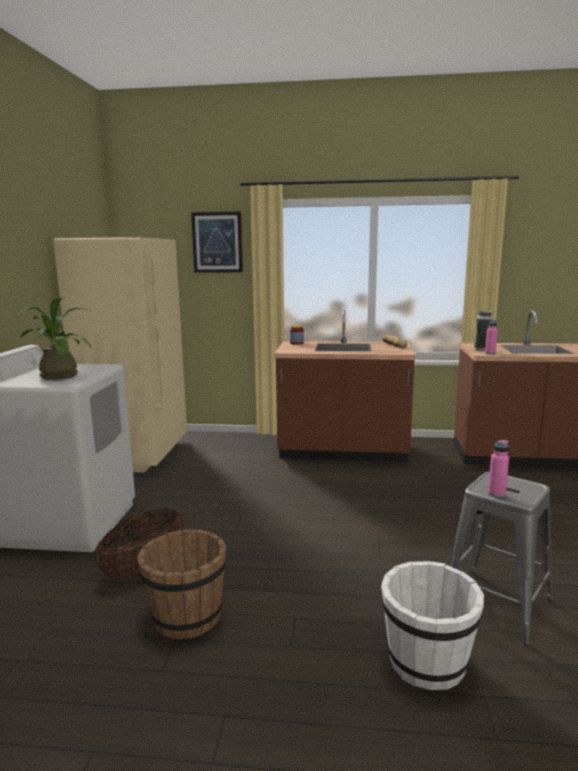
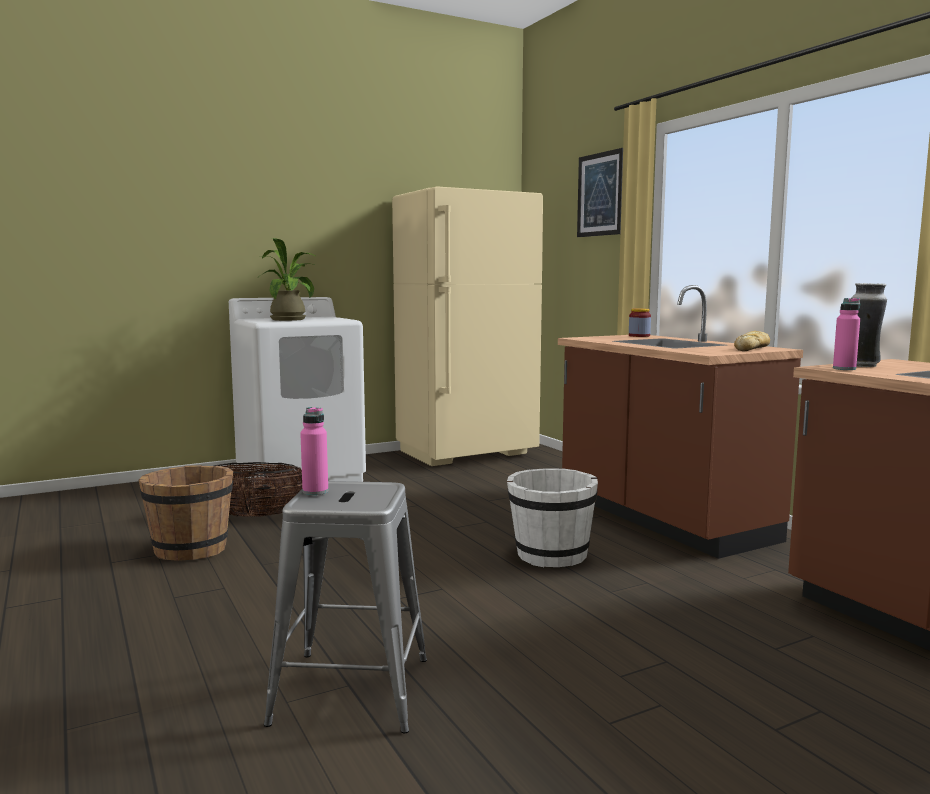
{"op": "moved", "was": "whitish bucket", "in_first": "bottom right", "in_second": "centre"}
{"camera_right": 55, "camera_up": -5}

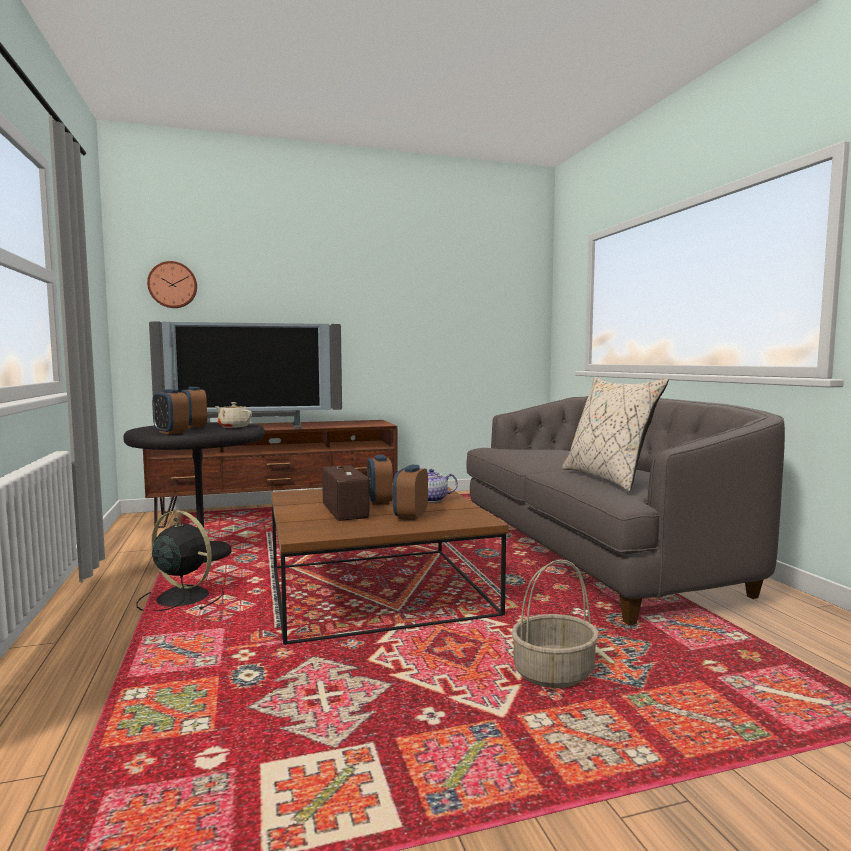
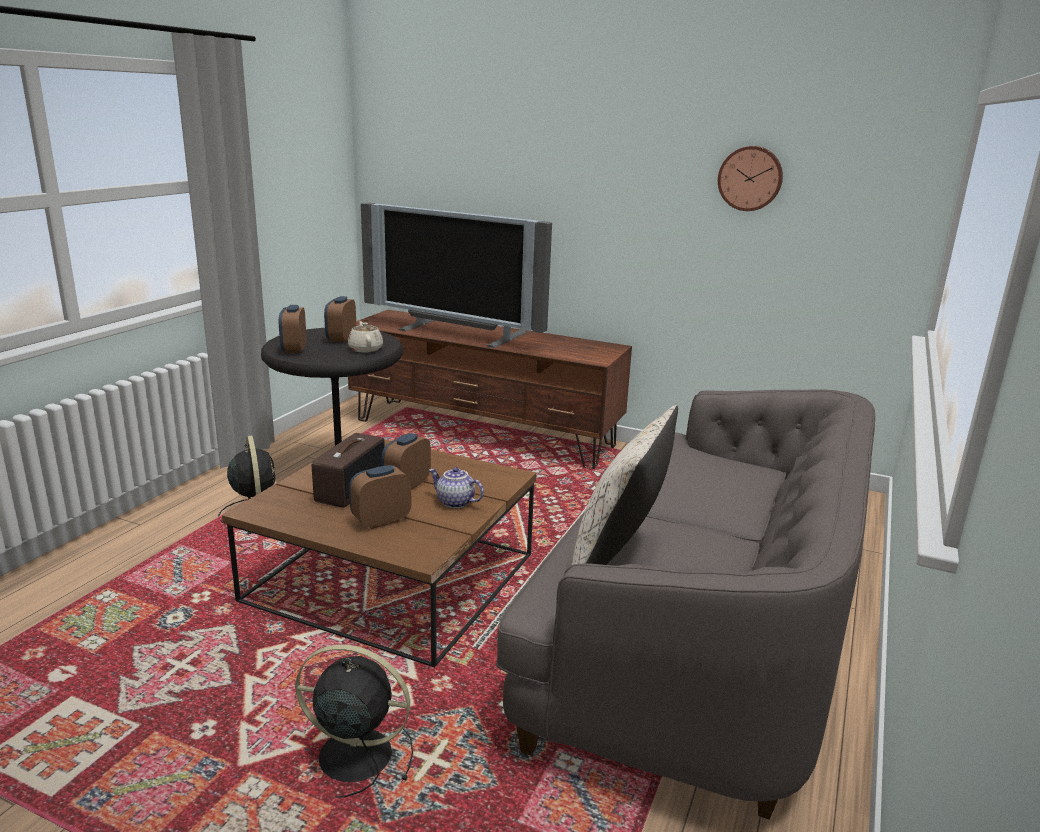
{"op": "replaced", "was": "household basket", "now": "black electric fan (2nd from left)", "in_first": "bottom centre", "in_second": "bottom centre"}
{"op": "moved", "was": "clock on the wall", "in_first": "middle left", "in_second": "top right"}
{"camera_right": 40, "camera_up": 15}

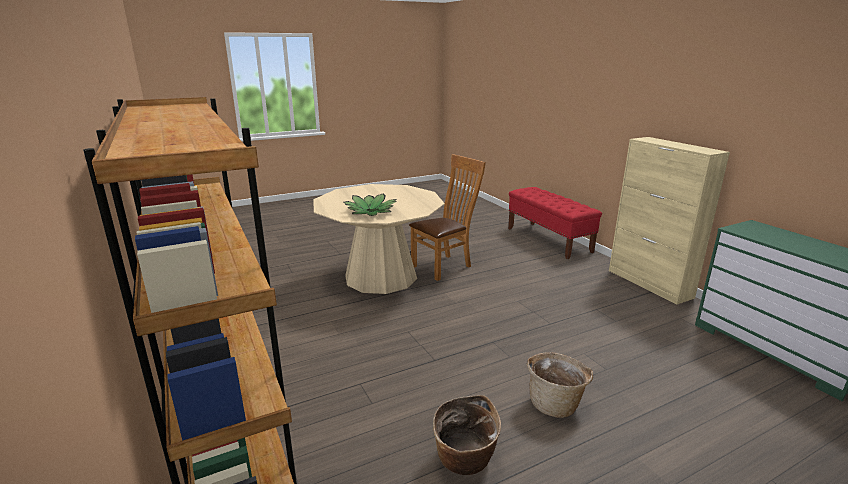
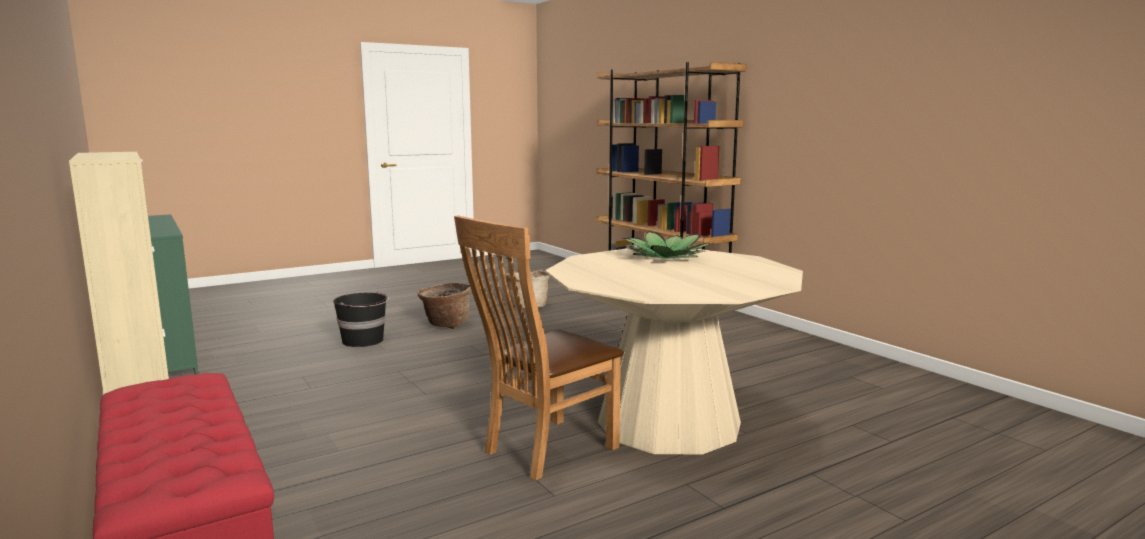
{"op": "added", "now": "black bucket", "in_second": "middle left"}
{"camera_right": 175, "camera_up": -10}

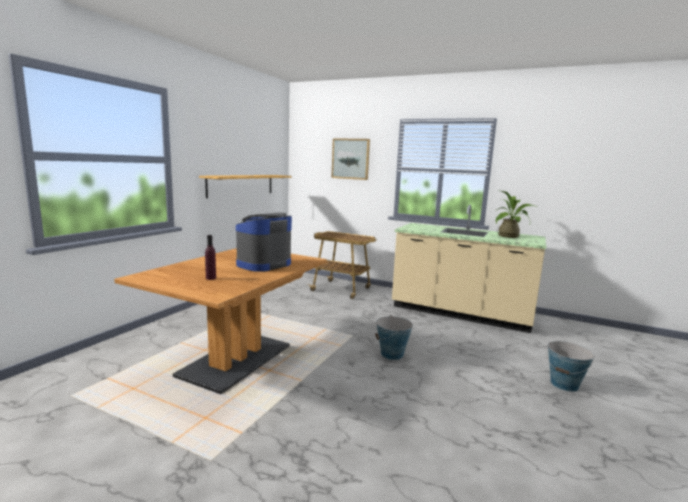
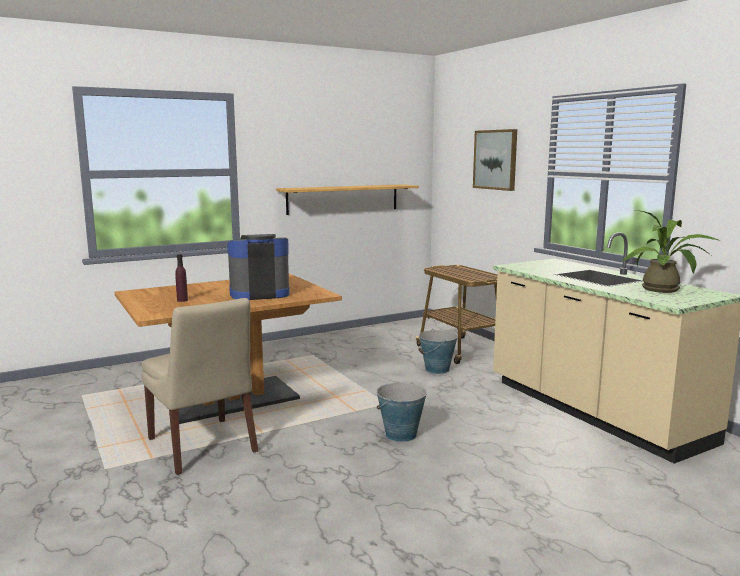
{"op": "added", "now": "sand-coloured chair", "in_second": "bottom left"}
{"op": "moved", "was": "bucket (2nd from left)", "in_first": "bottom right", "in_second": "centre"}
{"camera_right": 35, "camera_up": 0}

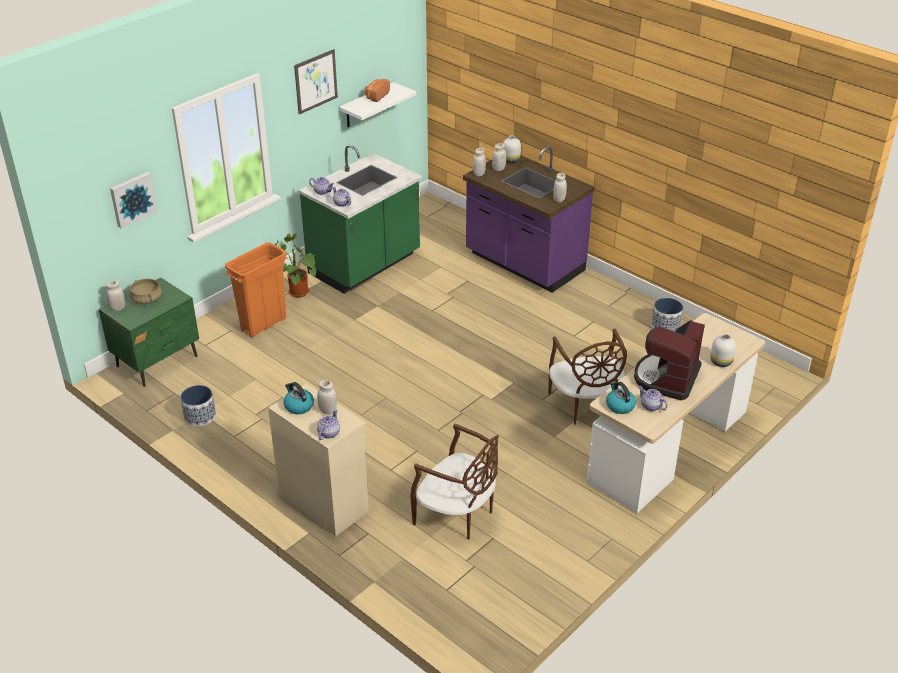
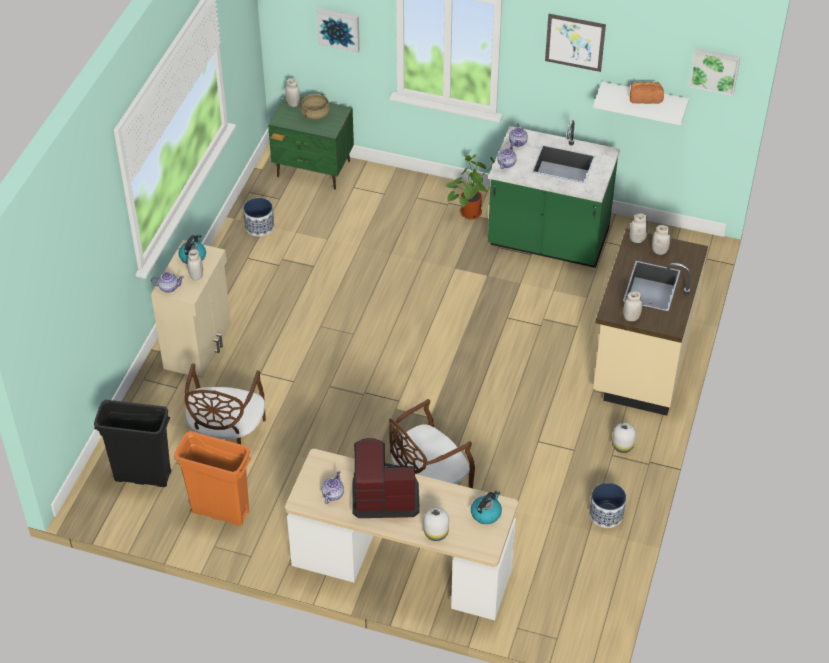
{"op": "added", "now": "black rubbish bin", "in_second": "bottom left"}
{"op": "moved", "was": "orange rubbish bin", "in_first": "middle left", "in_second": "bottom left"}
{"op": "moved", "was": "kettle (2nd from left)", "in_first": "middle right", "in_second": "bottom centre"}
{"op": "recoloured", "was": "purple kitchen counter", "now": "sand-coloured kitchen counter", "in_first": "top centre", "in_second": "middle right"}
{"op": "moved", "was": "whitish flower vase (1st from left in the first image)", "now": "whitish flower vase (2nd from left)", "in_first": "top centre", "in_second": "middle right"}
{"op": "added", "now": "picture (3rd from left)", "in_second": "top right"}
{"camera_right": 65, "camera_up": 10}

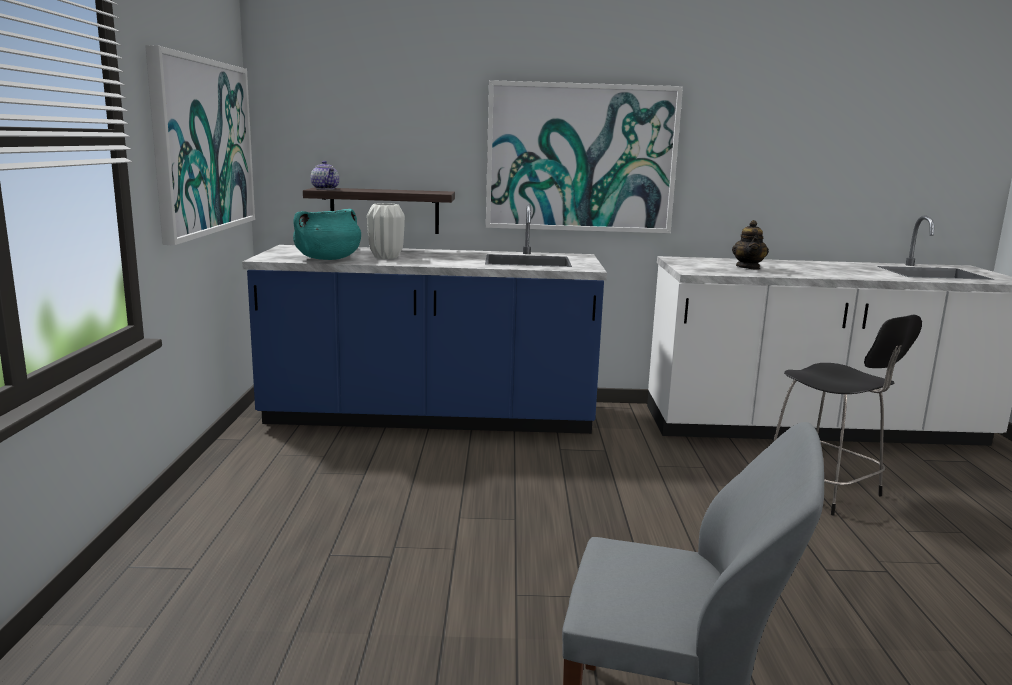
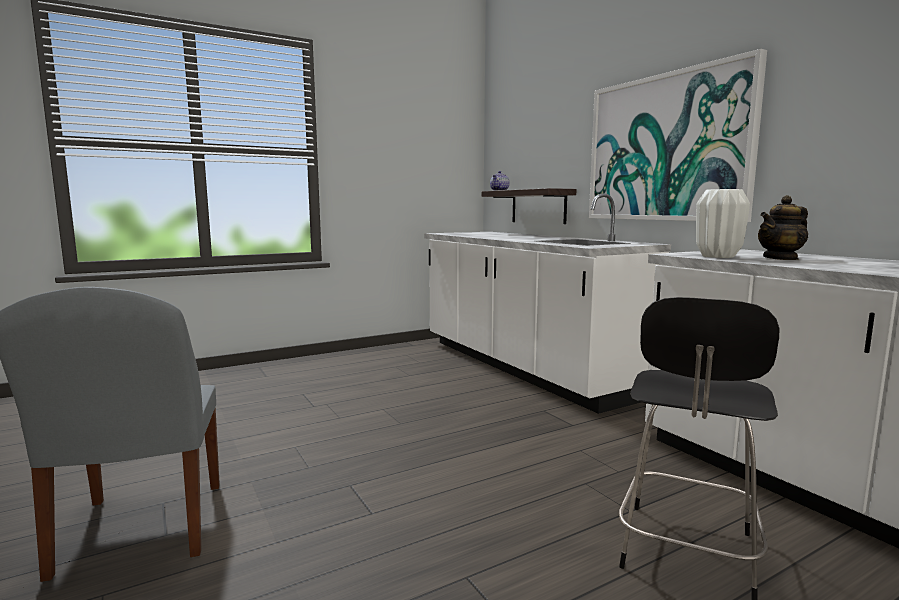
{"op": "recoloured", "was": "blue kitchen counter", "now": "whitish kitchen counter (1st from left)", "in_first": "centre", "in_second": "centre"}
{"op": "moved", "was": "whitish flower vase", "in_first": "centre", "in_second": "middle right"}
{"op": "removed", "was": "picture (1st from left)", "in_first": "top left"}
{"op": "removed", "was": "turquoise saucepot", "in_first": "middle left"}
{"camera_right": 60, "camera_up": -5}

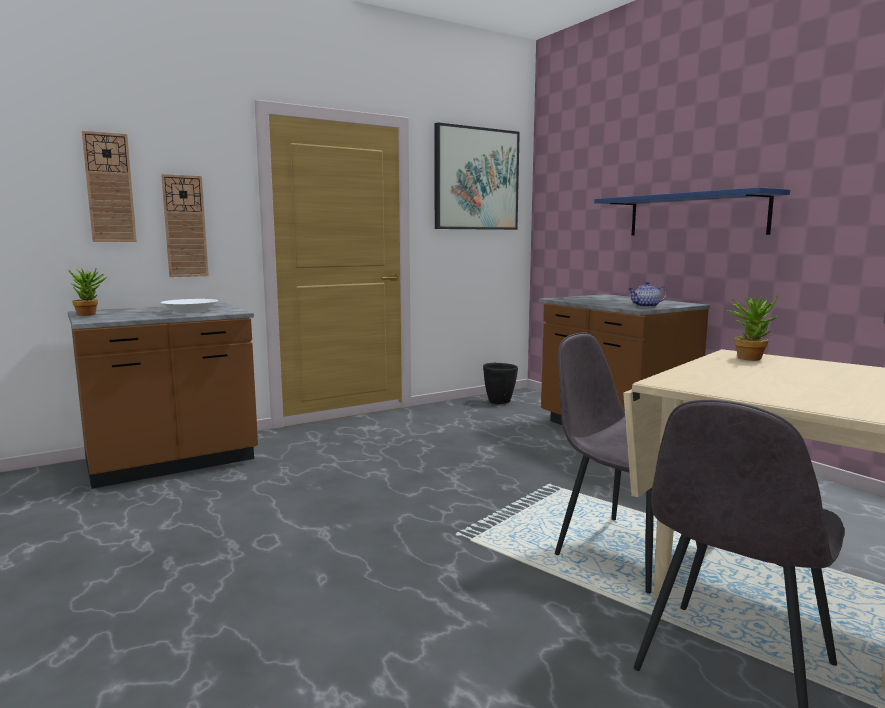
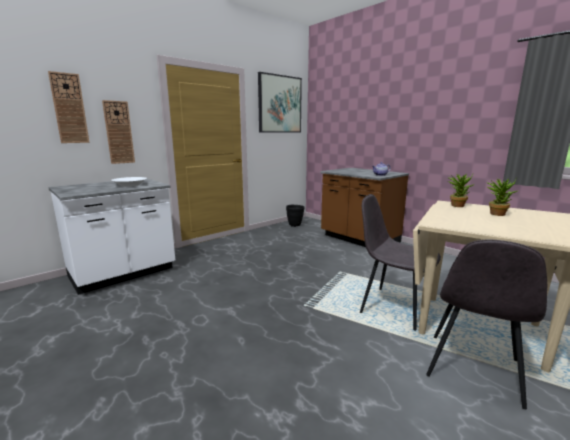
{"op": "recoloured", "was": "brownish kitchen counter (1st from left)", "now": "whitish kitchen counter", "in_first": "middle left", "in_second": "middle left"}
{"op": "moved", "was": "potted plant (1st from left in the first image)", "now": "potted plant (2nd from left)", "in_first": "middle left", "in_second": "middle right"}
{"op": "removed", "was": "blue wall shelf", "in_first": "top right"}
{"camera_right": -10, "camera_up": 5}

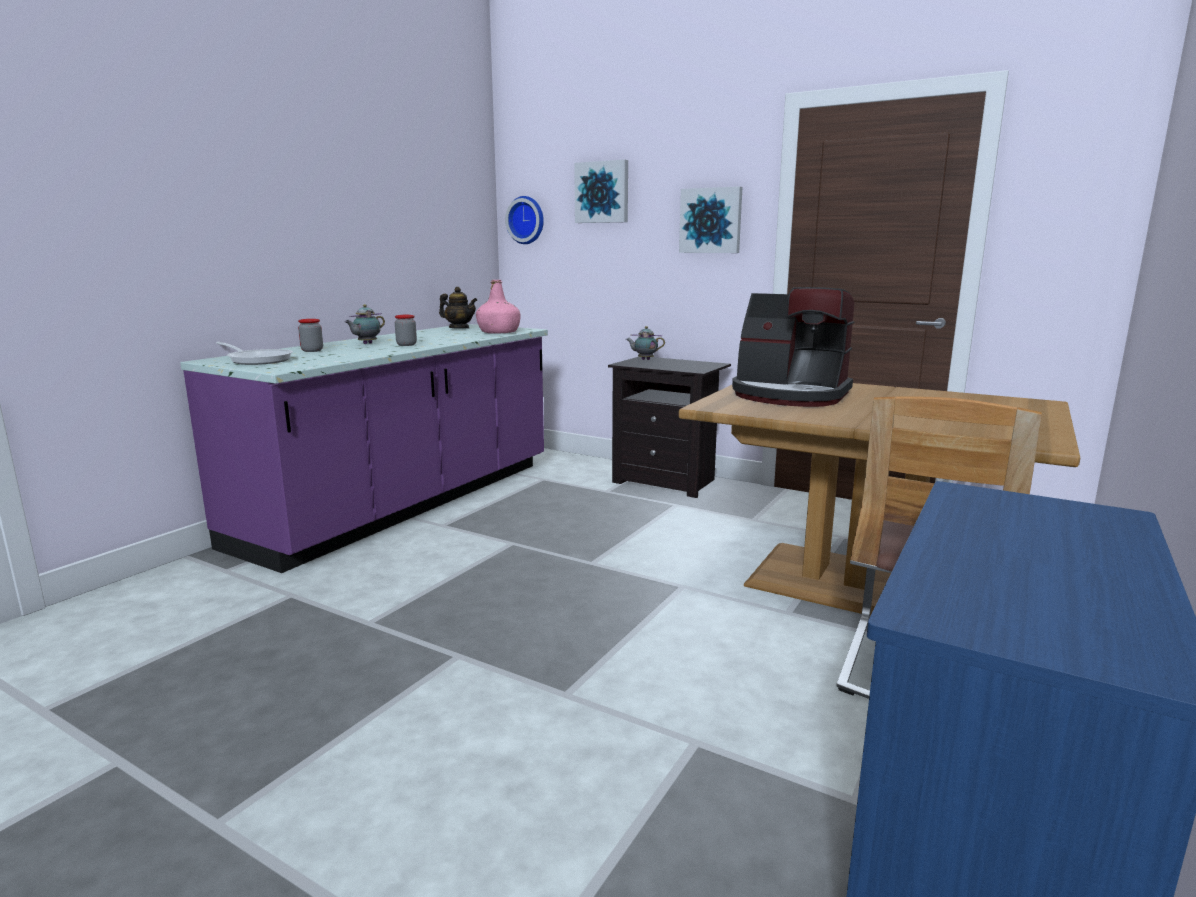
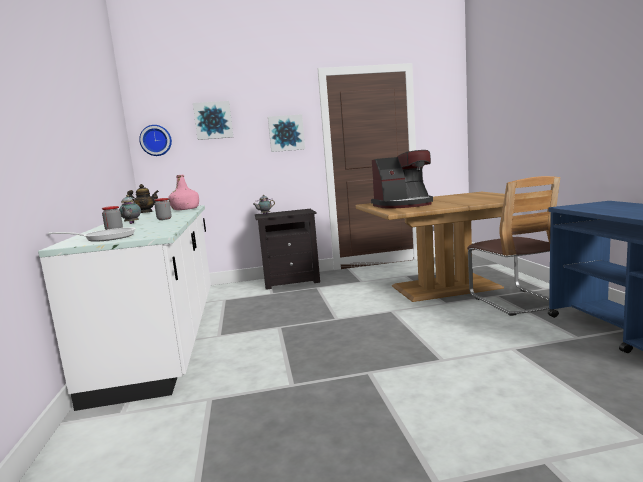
{"op": "recoloured", "was": "purple kitchen counter", "now": "whitish kitchen counter", "in_first": "middle left", "in_second": "middle left"}
{"camera_right": -40, "camera_up": -5}

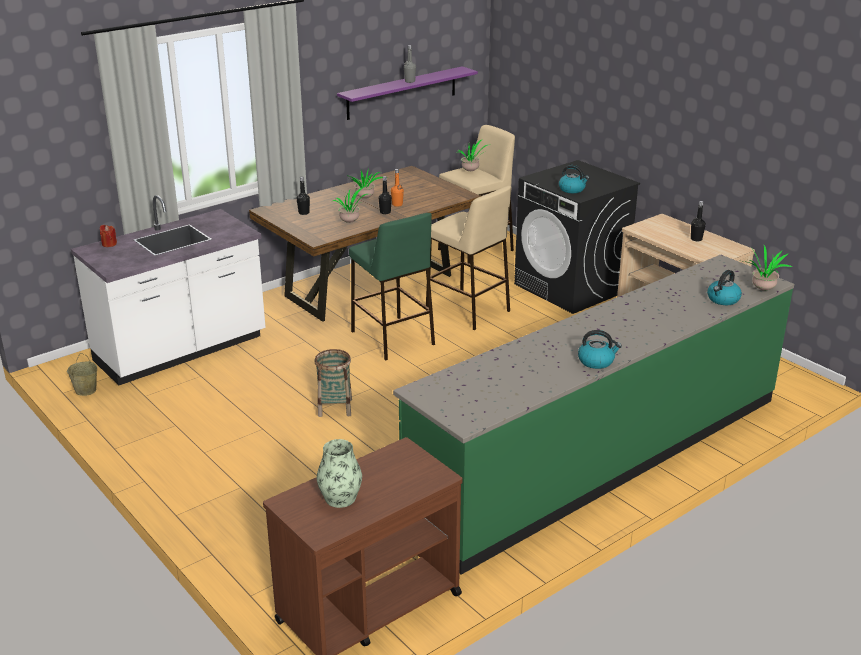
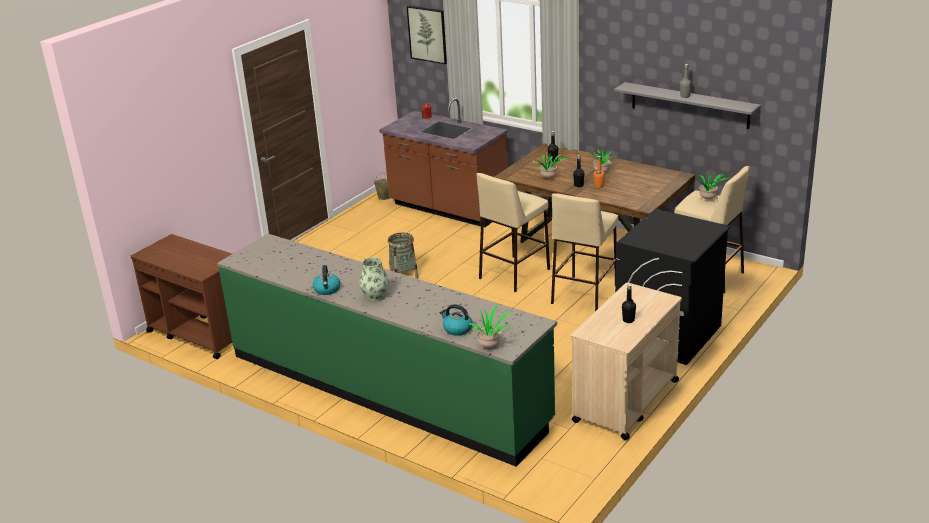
{"op": "moved", "was": "flower vase", "in_first": "bottom centre", "in_second": "centre"}
{"op": "recoloured", "was": "whitish kitchen counter", "now": "brownish kitchen counter", "in_first": "middle left", "in_second": "top centre"}
{"op": "added", "now": "picture", "in_second": "top centre"}
{"op": "recoloured", "was": "green stool seat", "now": "sand-coloured stool seat (1st from left)", "in_first": "centre", "in_second": "centre"}
{"op": "recoloured", "was": "purple wall shelf", "now": "greyish wall shelf", "in_first": "top centre", "in_second": "top right"}
{"op": "removed", "was": "kettle (1st from left)", "in_first": "top right"}
{"camera_right": 75, "camera_up": 0}

